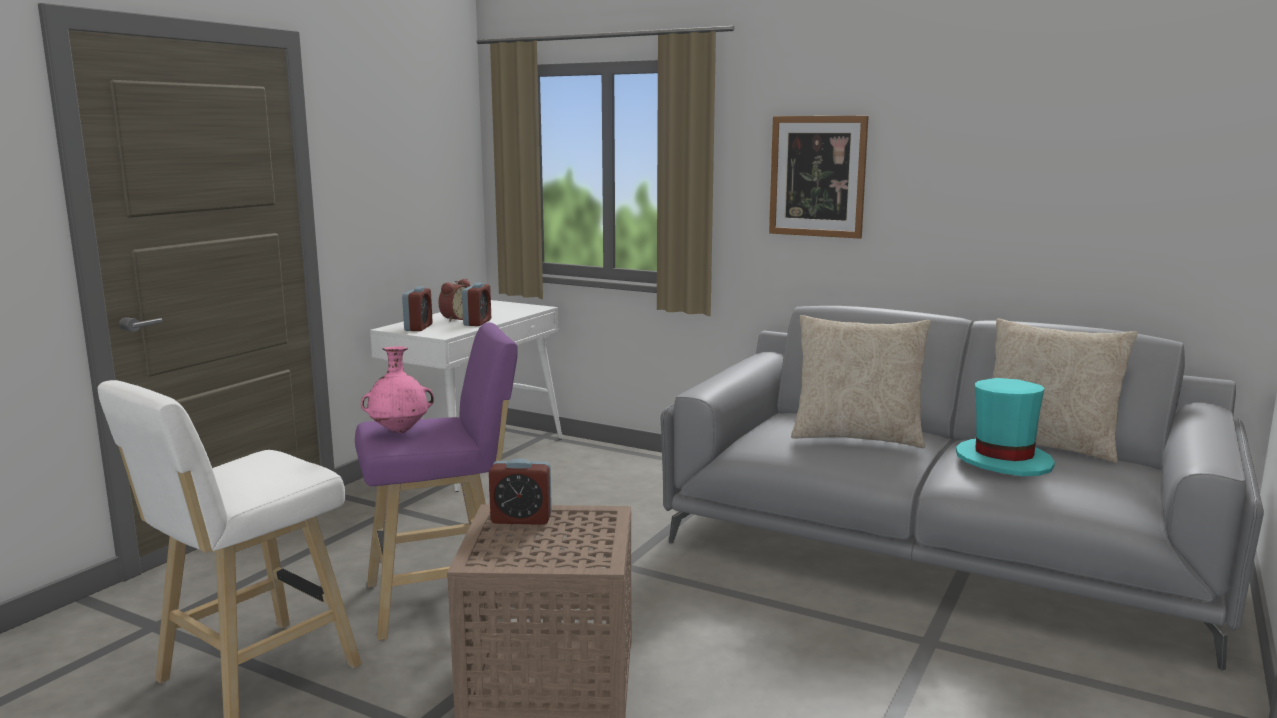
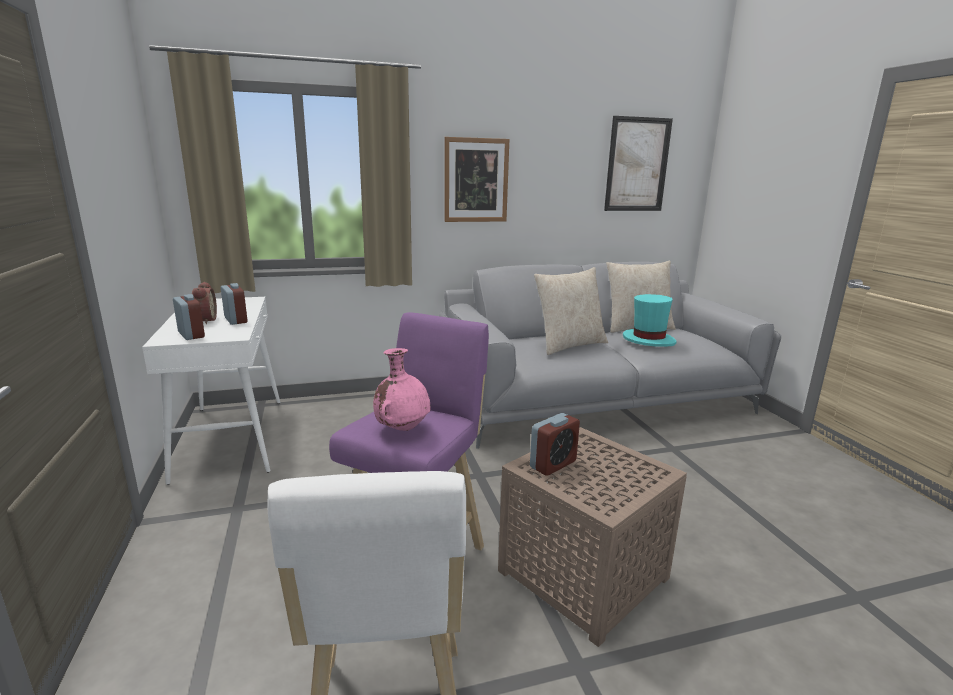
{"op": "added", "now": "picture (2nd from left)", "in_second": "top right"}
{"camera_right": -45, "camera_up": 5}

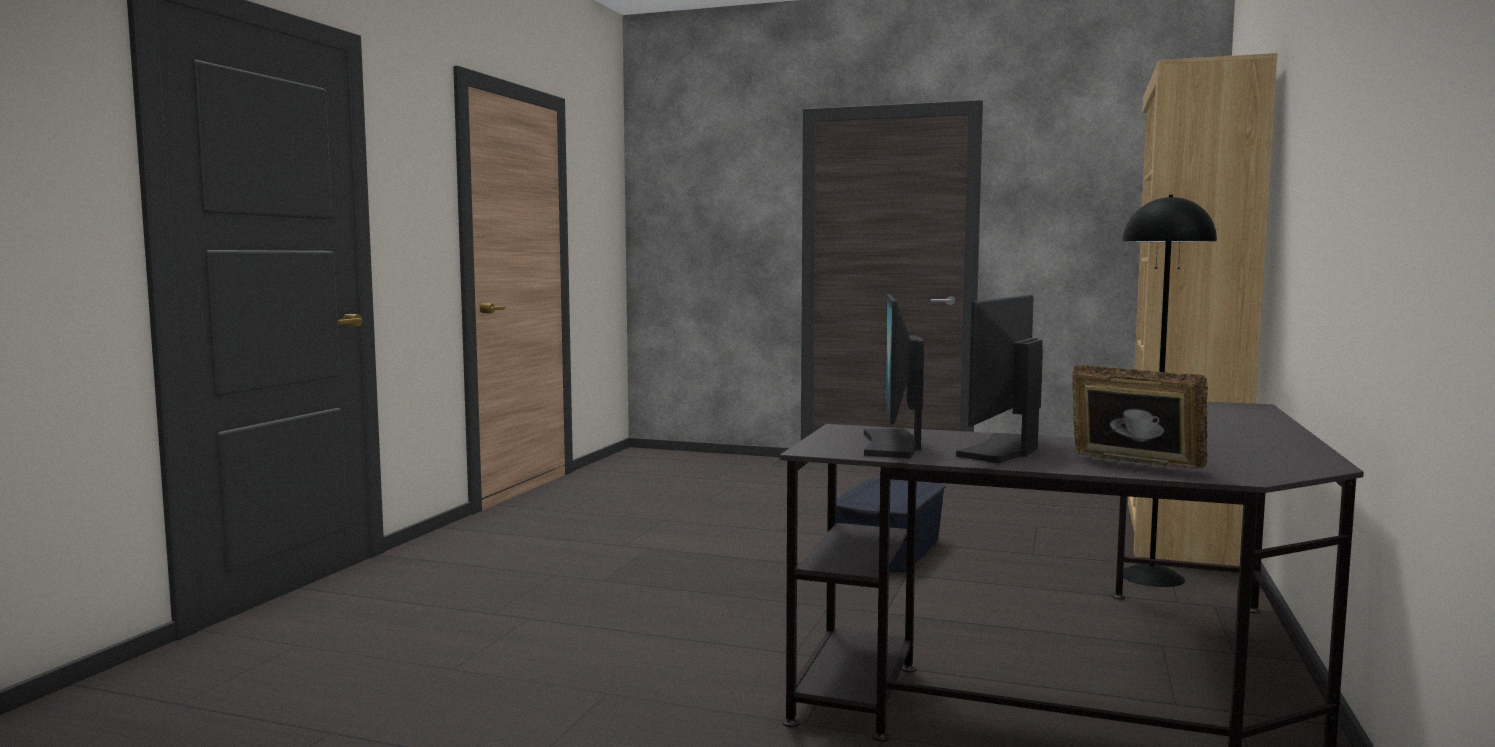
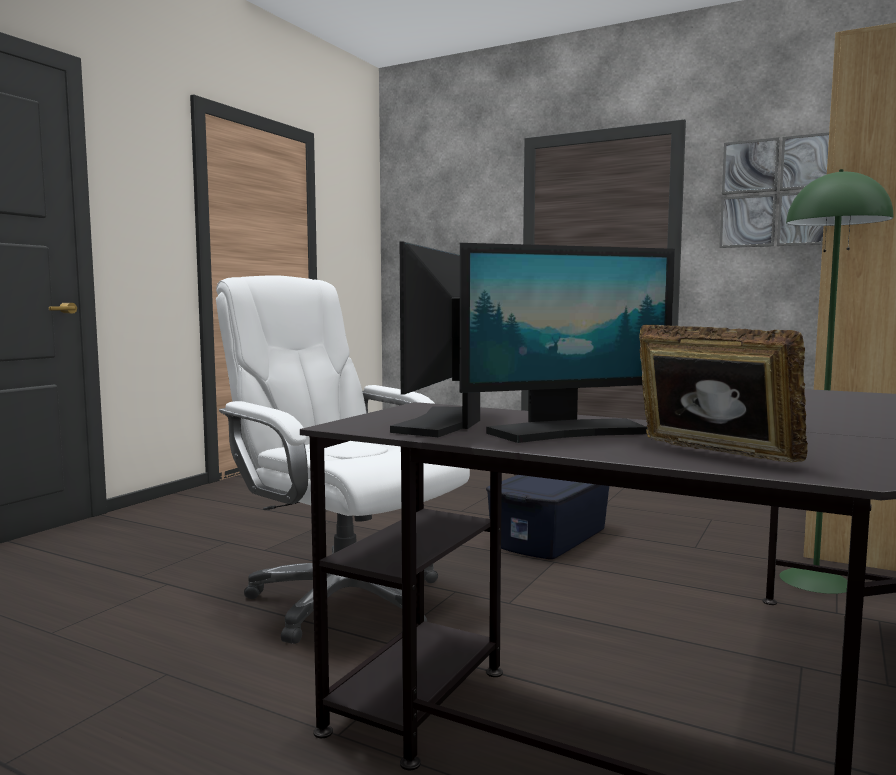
{"op": "added", "now": "whitish office chair", "in_second": "centre"}
{"op": "turned", "was": "monitor (2nd from left)", "in_first": "middle right", "in_second": "centre", "clockwise": -150}
{"op": "added", "now": "picture", "in_second": "top right"}
{"op": "recoloured", "was": "black standard lamp", "now": "green standard lamp", "in_first": "middle right", "in_second": "middle right"}
{"camera_right": 10, "camera_up": 0}

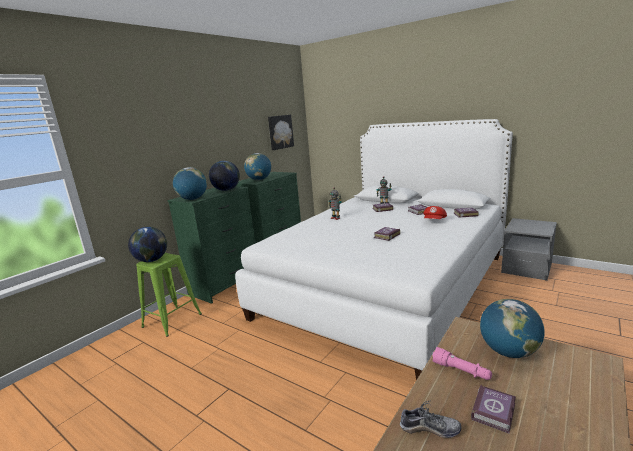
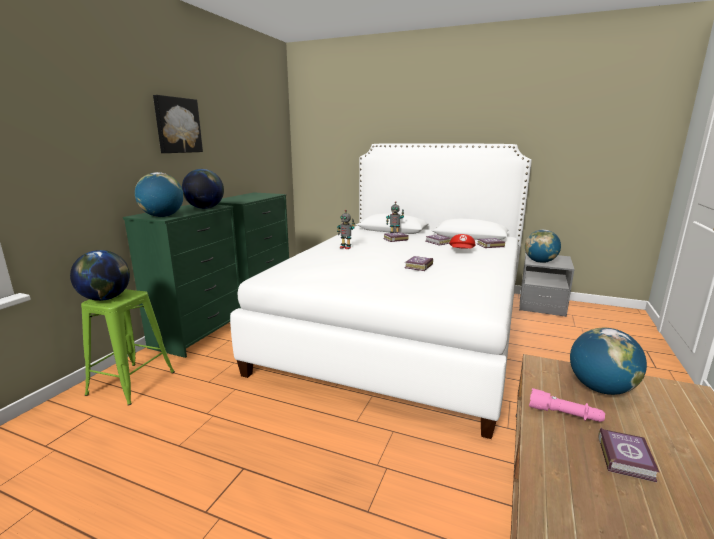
{"op": "moved", "was": "picture", "in_first": "top centre", "in_second": "top left"}
{"op": "moved", "was": "globe (4th from left)", "in_first": "centre", "in_second": "middle right"}
{"op": "removed", "was": "shoe", "in_first": "bottom right"}
{"camera_right": -15, "camera_up": 0}

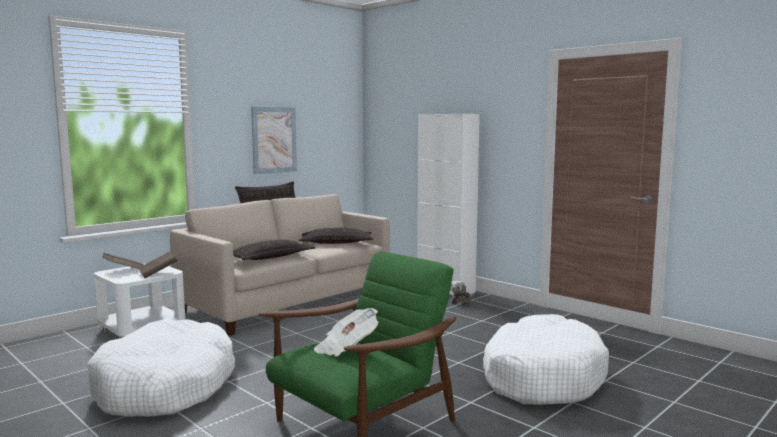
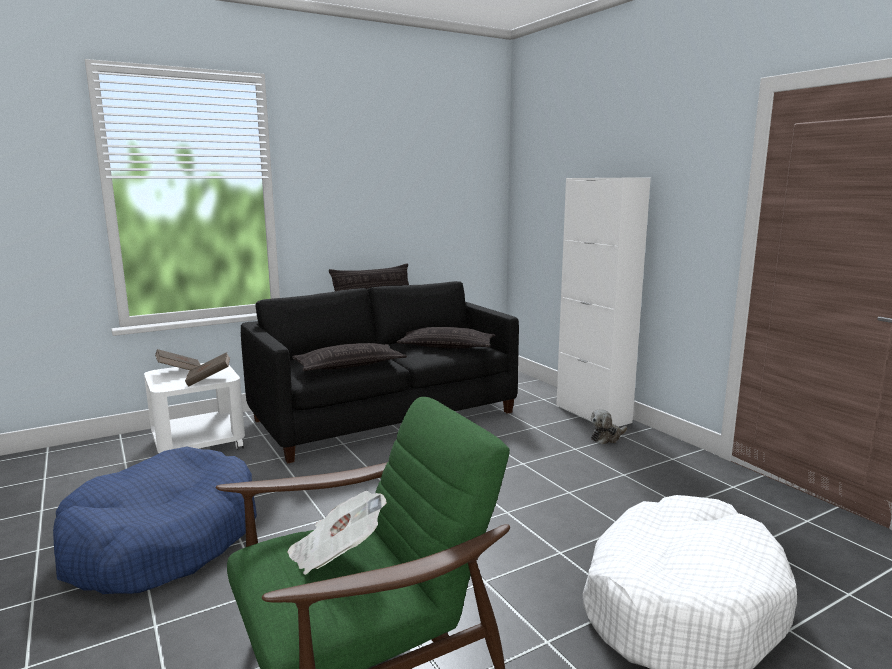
{"op": "recoloured", "was": "whitish dog bed (1st from left)", "now": "blue dog bed", "in_first": "bottom left", "in_second": "bottom left"}
{"op": "recoloured", "was": "sand-coloured sofa", "now": "black sofa", "in_first": "centre", "in_second": "centre"}
{"op": "removed", "was": "picture", "in_first": "top centre"}
{"camera_right": 15, "camera_up": 5}

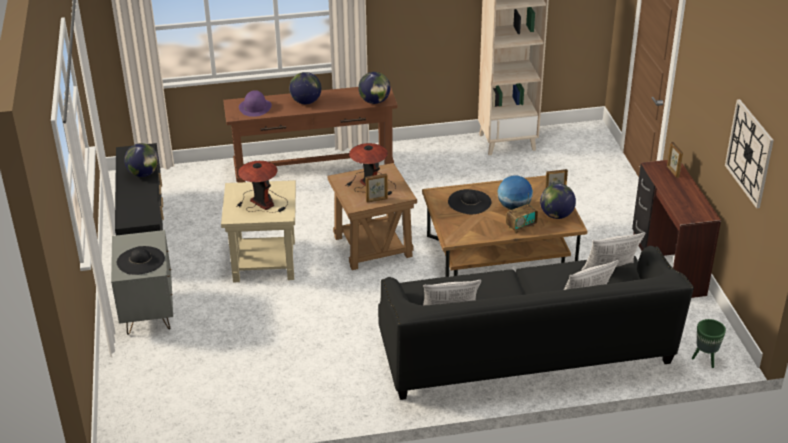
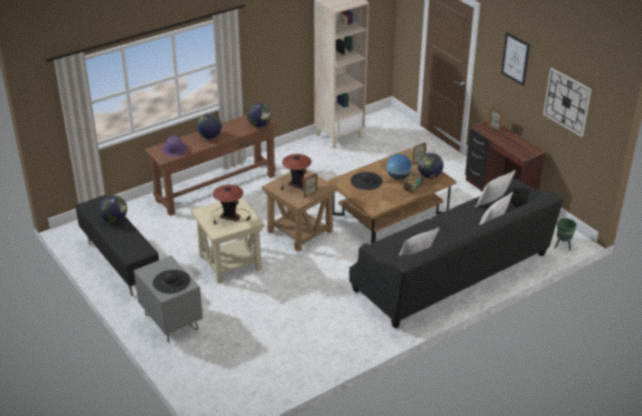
{"op": "added", "now": "picture", "in_second": "top right"}
{"camera_right": -25, "camera_up": 0}

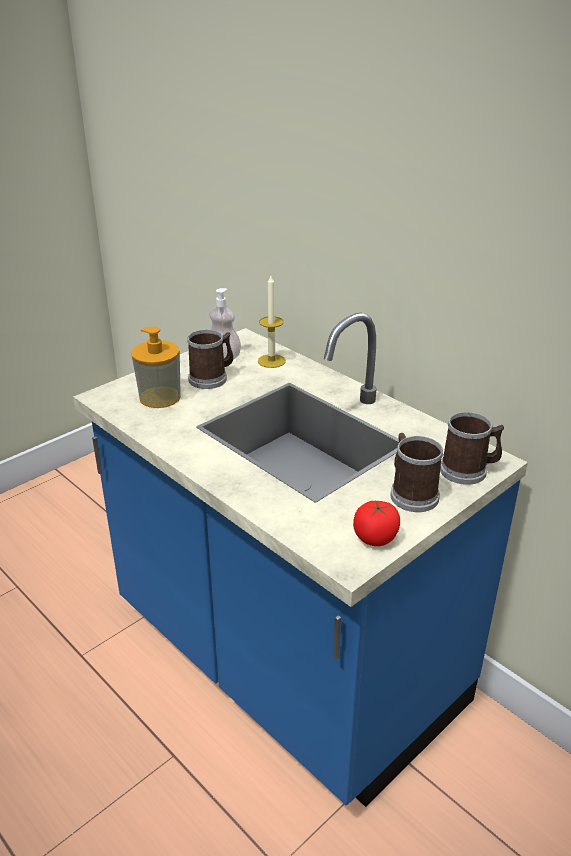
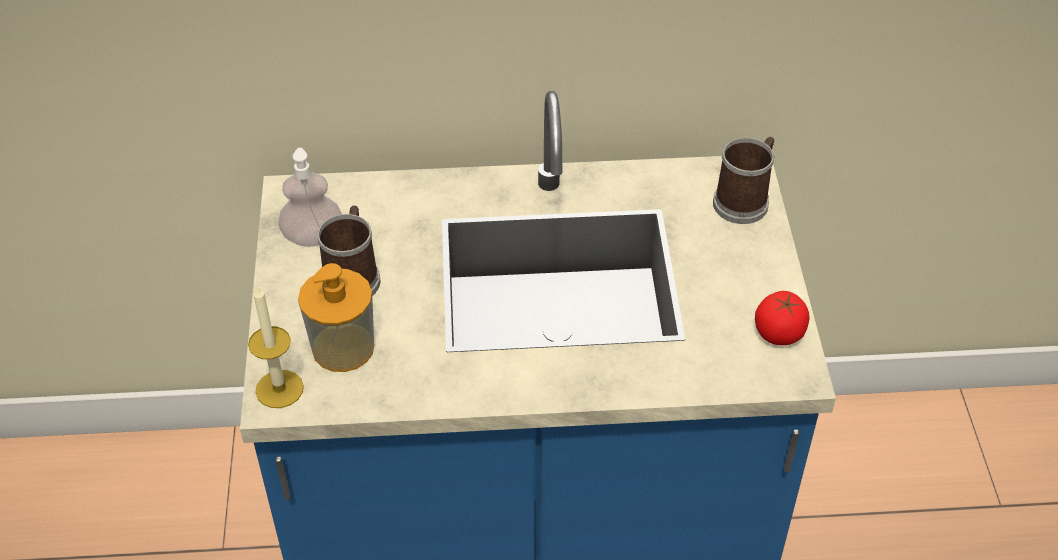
{"op": "moved", "was": "wax candle", "in_first": "centre", "in_second": "middle left"}
{"op": "removed", "was": "mug (2nd from left)", "in_first": "middle right"}
{"camera_right": -50, "camera_up": 15}

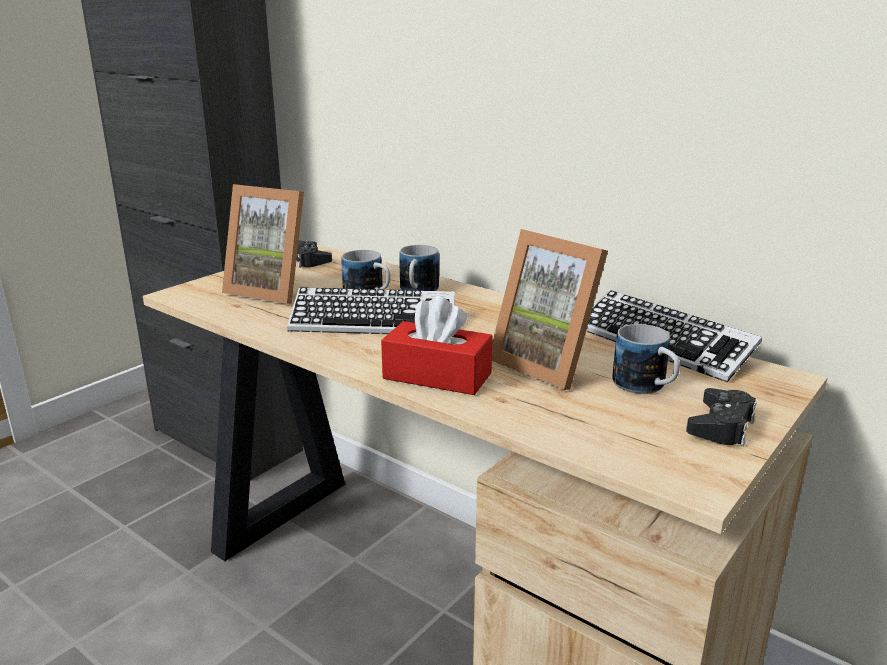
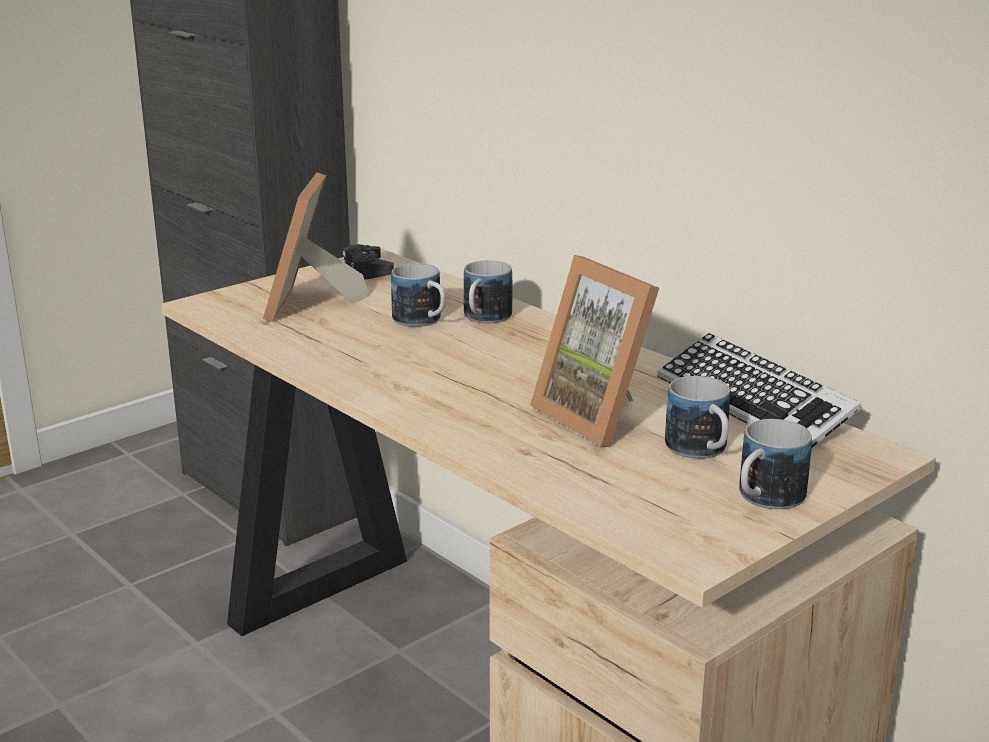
{"op": "turned", "was": "standing frame (1st from left)", "in_first": "middle left", "in_second": "top left", "clockwise": 60}
{"op": "replaced", "was": "black game controller (2nd from left)", "now": "mug (4th from left)", "in_first": "middle right", "in_second": "middle right"}
{"op": "removed", "was": "computer keyboard (1st from left)", "in_first": "centre"}
{"op": "removed", "was": "red-coloured tissue box", "in_first": "centre"}
{"camera_right": 10, "camera_up": 0}

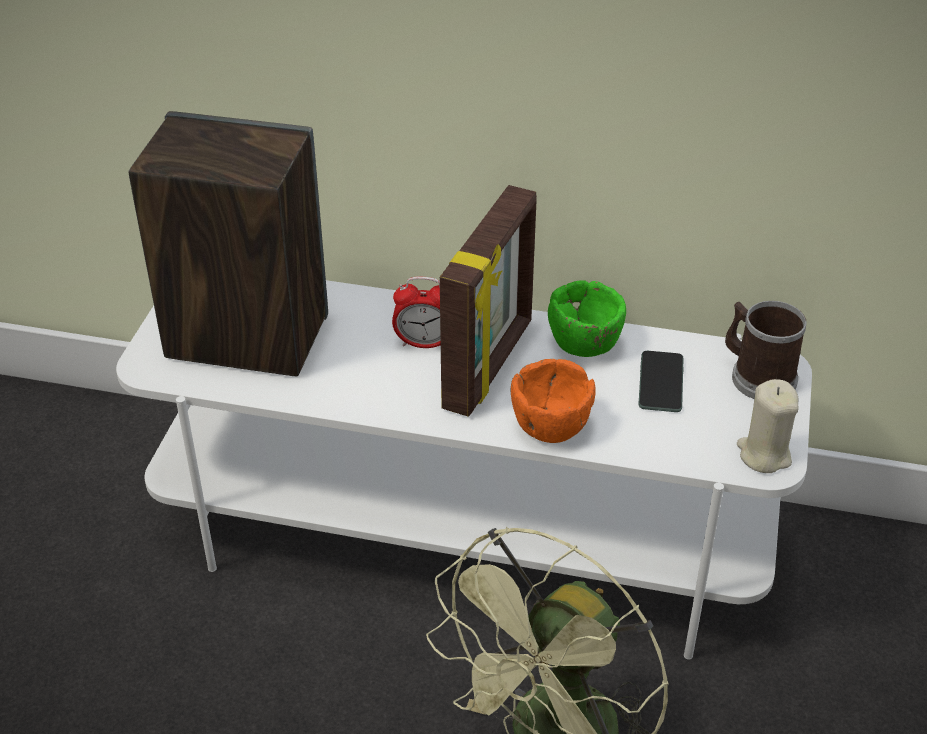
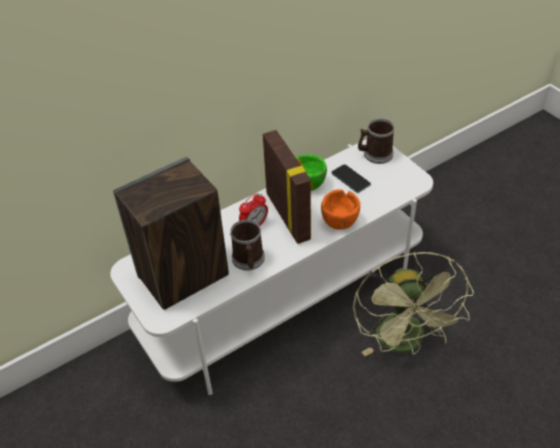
{"op": "added", "now": "mug (1st from left)", "in_second": "centre"}
{"op": "removed", "was": "sand-coloured wax candle", "in_first": "middle right"}
{"camera_right": -45, "camera_up": 5}

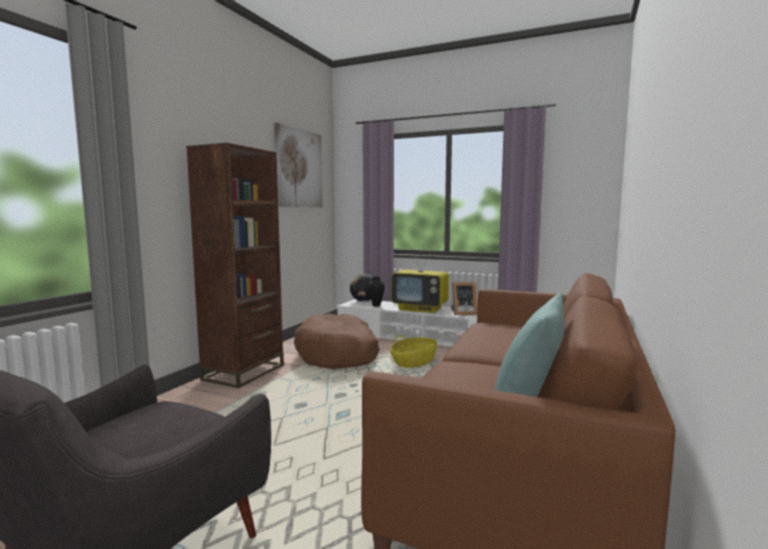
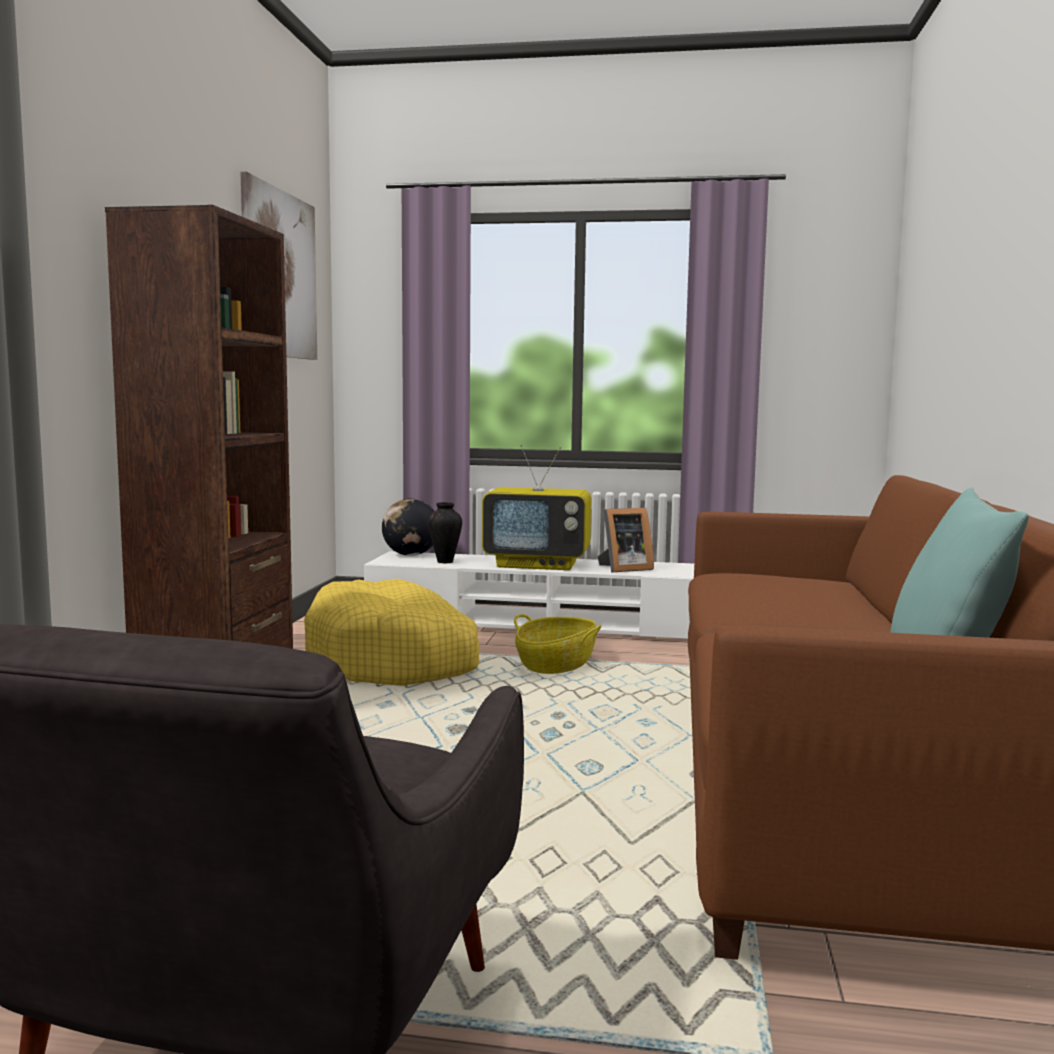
{"op": "recoloured", "was": "brownish dog bed", "now": "yellow dog bed", "in_first": "centre", "in_second": "centre"}
{"camera_right": -15, "camera_up": 0}

